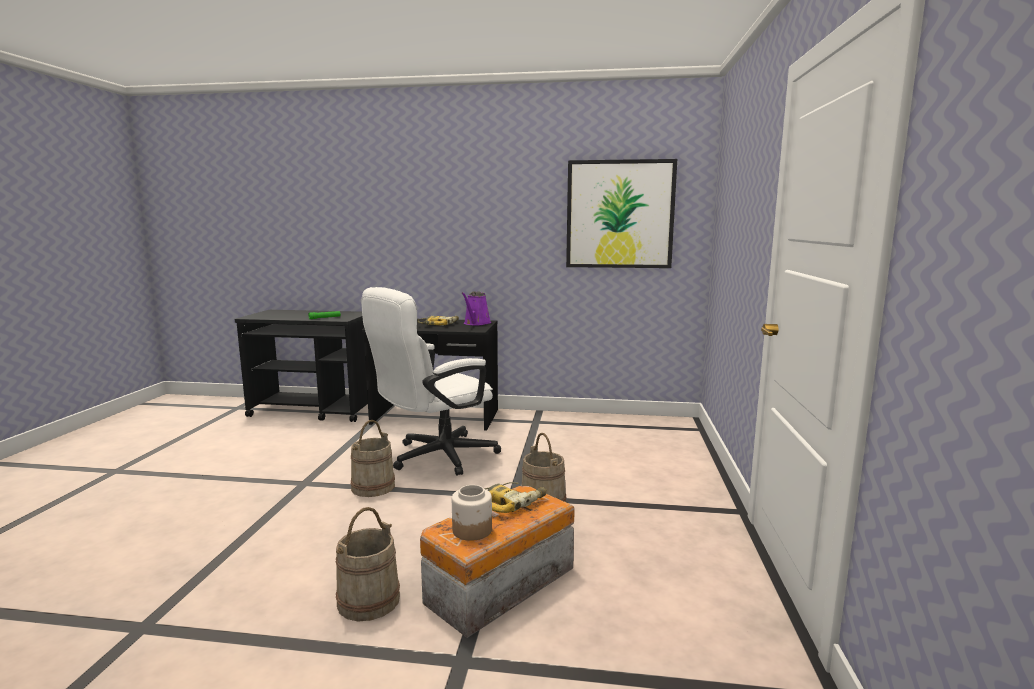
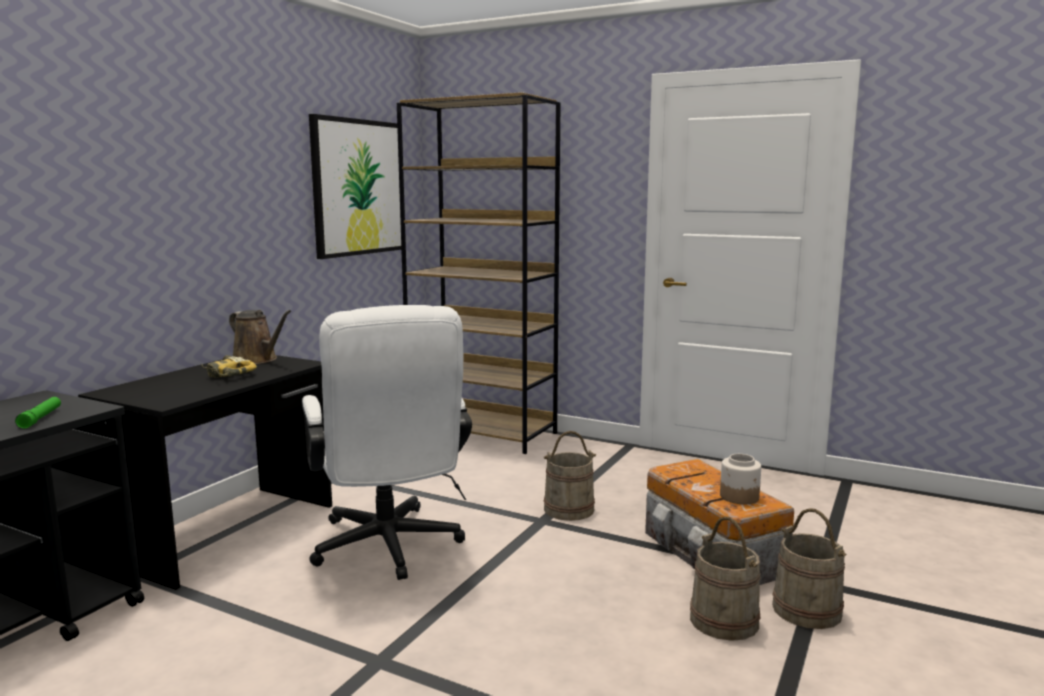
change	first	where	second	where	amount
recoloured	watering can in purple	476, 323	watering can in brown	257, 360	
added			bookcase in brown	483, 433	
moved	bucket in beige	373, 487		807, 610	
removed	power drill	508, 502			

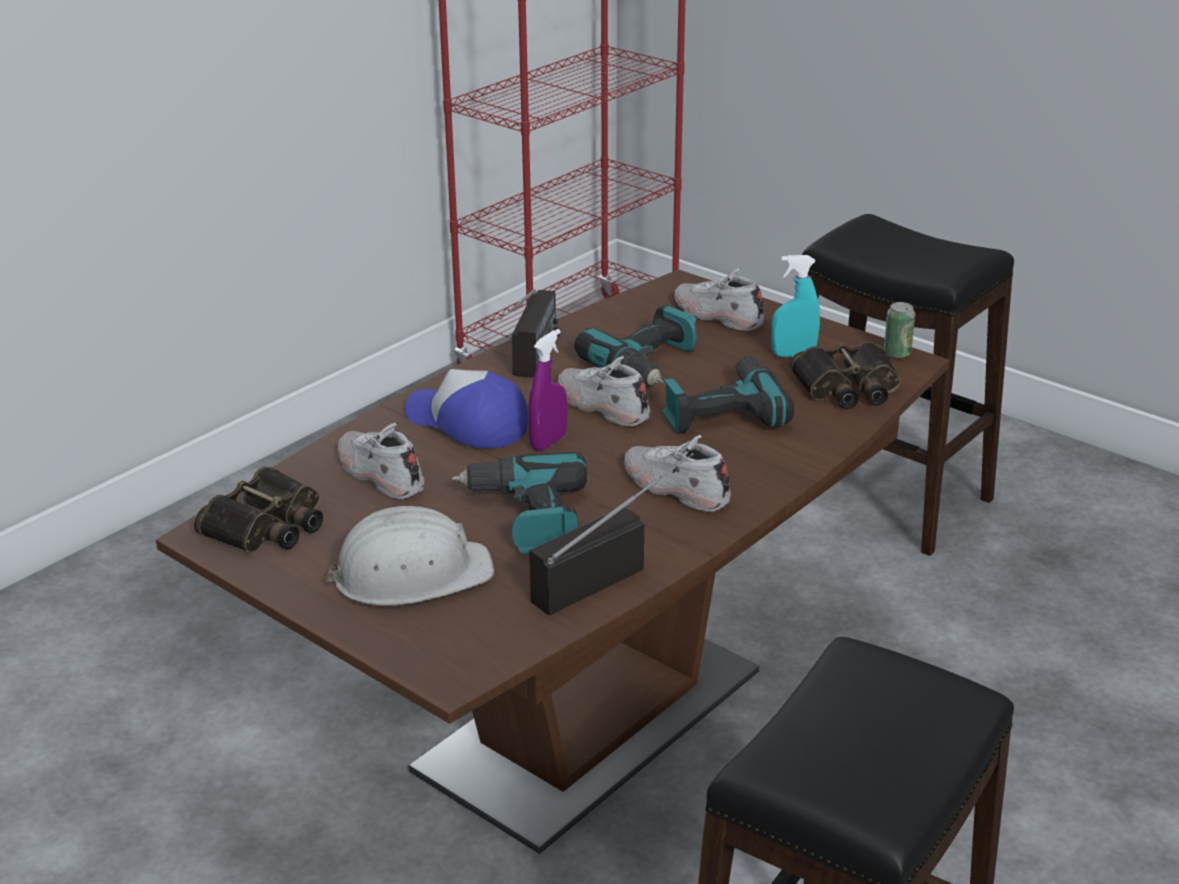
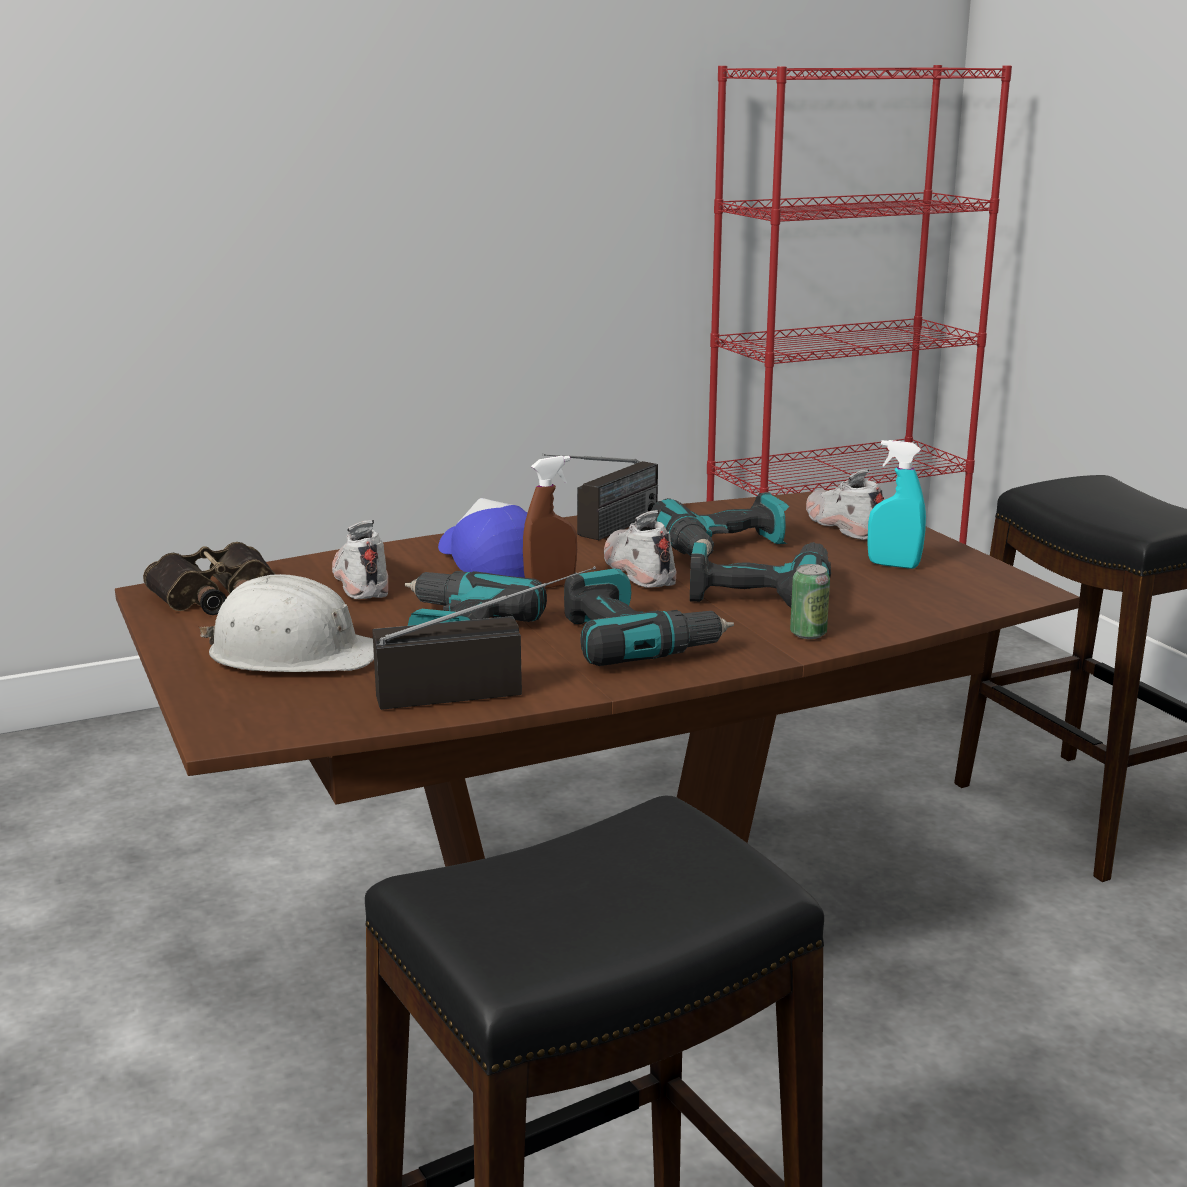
change	first	where	second	where	amount
recoloured	spray bottle in purple	548, 442	spray bottle in brown	550, 586	
replaced	shoe in white	674, 488	power drill	635, 641	
moved	can	897, 353		808, 634	
removed	binoculars	847, 388			

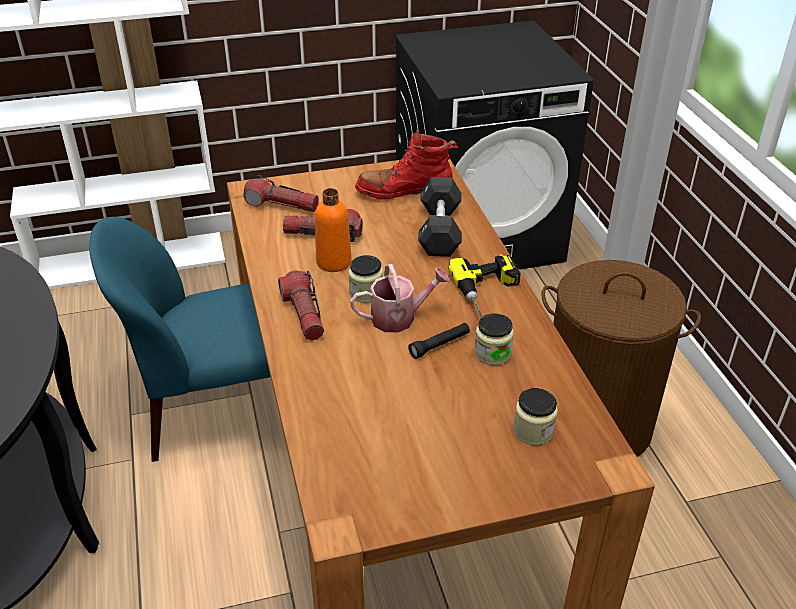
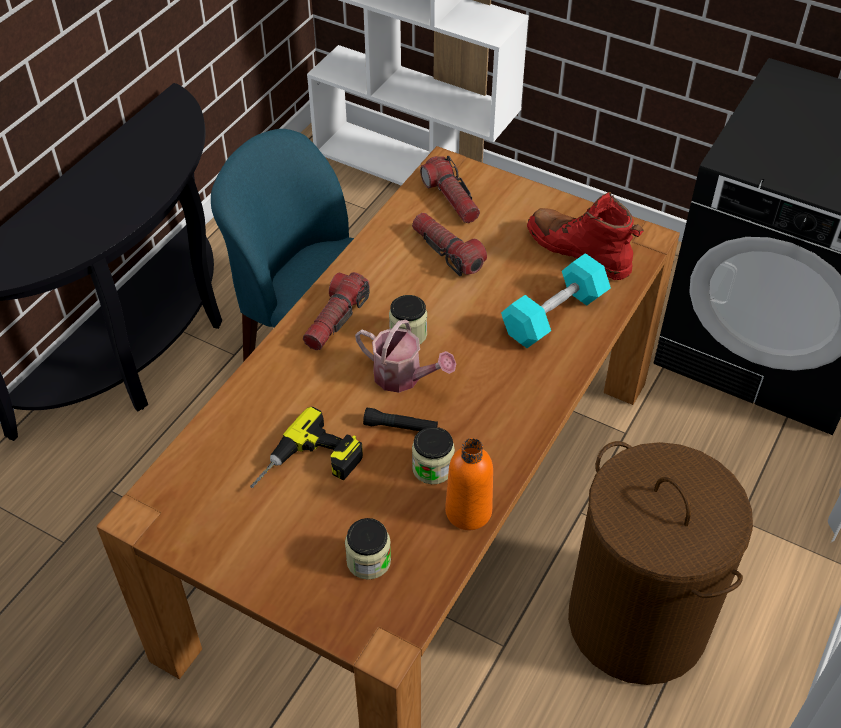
change	first	where	second	where	amount
moved	power drill	489, 291		308, 467	
moved	bottle in orange	333, 262		468, 511	
recoloured	dumbbell in black	440, 230	dumbbell in turquoise	554, 315	

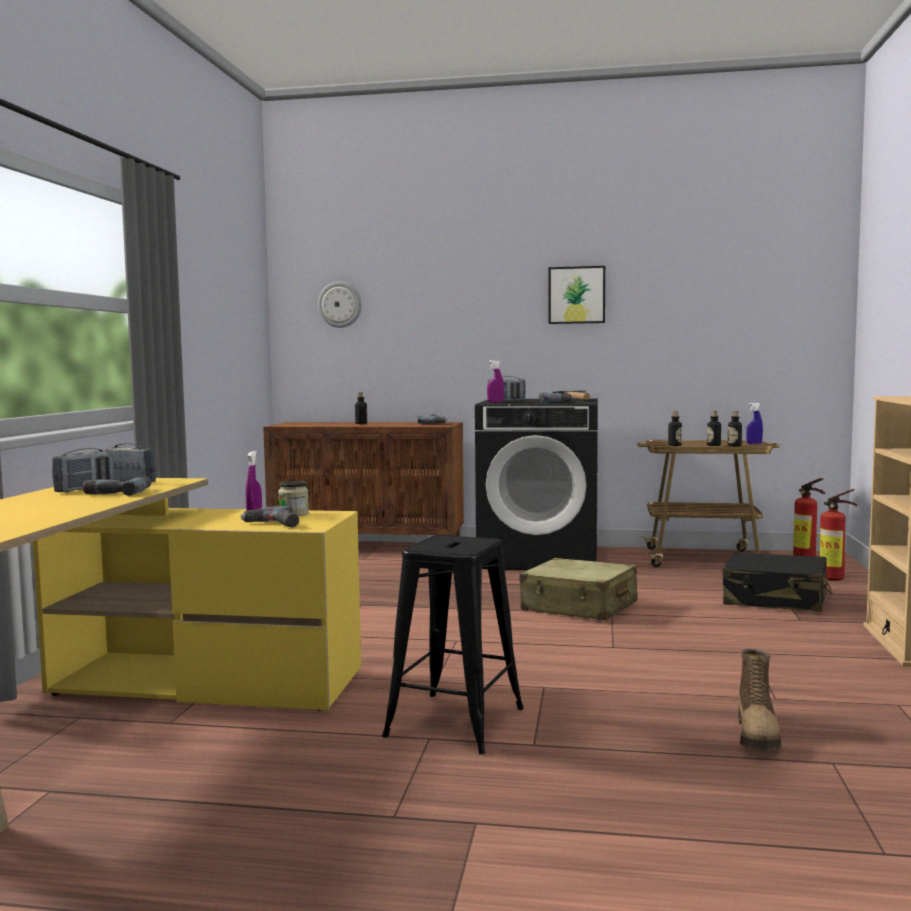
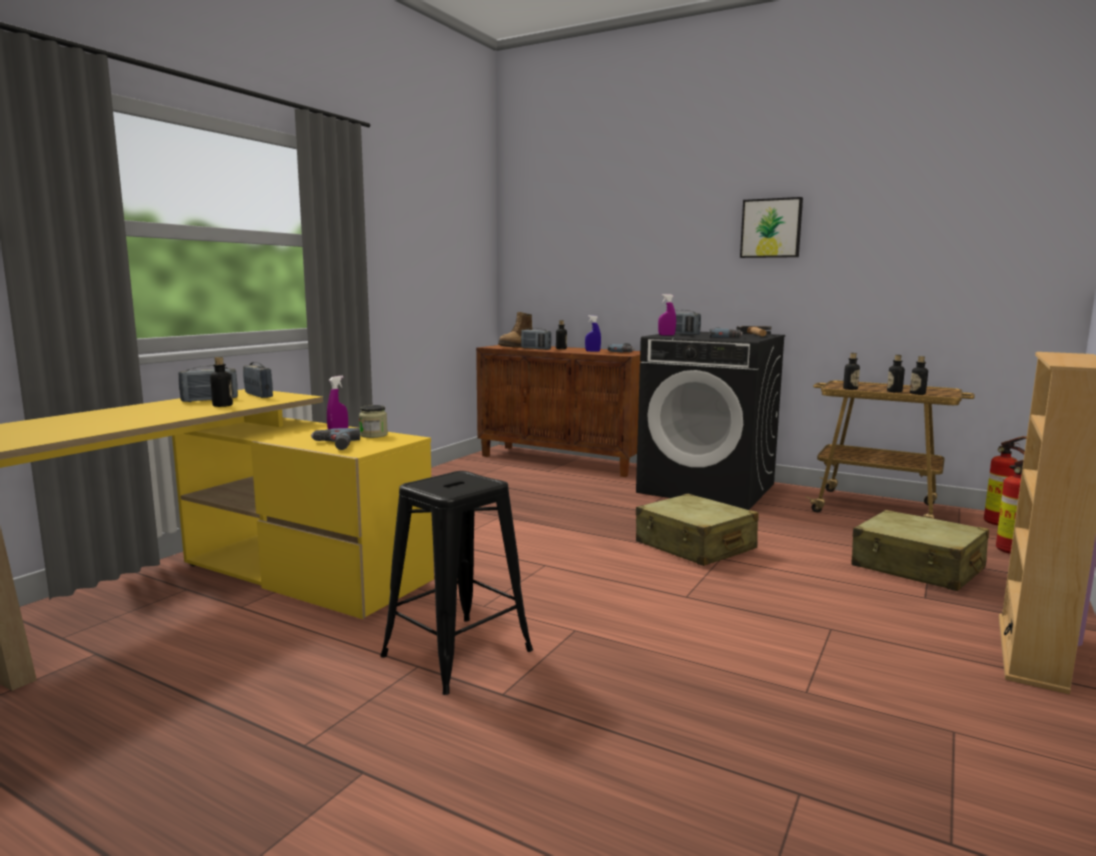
change	first	where	second	where	amount
replaced	power drill	118, 492	bottle	222, 405	
moved	boot	758, 735		517, 347	
added			radio	536, 349	
moved	spray bottle in blue	754, 443		592, 351	
recoloured	suitcase in black	775, 599	suitcase in beige	917, 568	
removed	wall clock	340, 304			

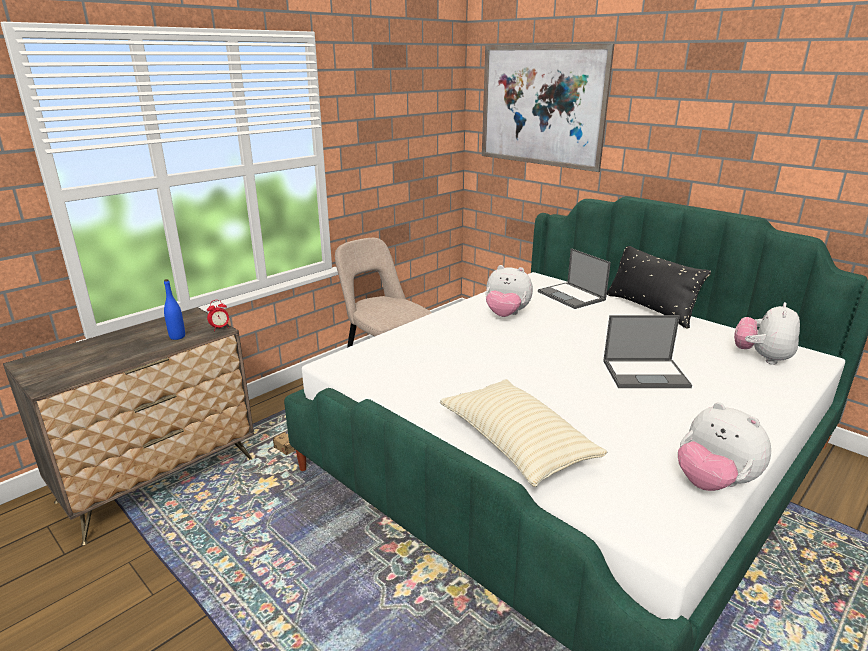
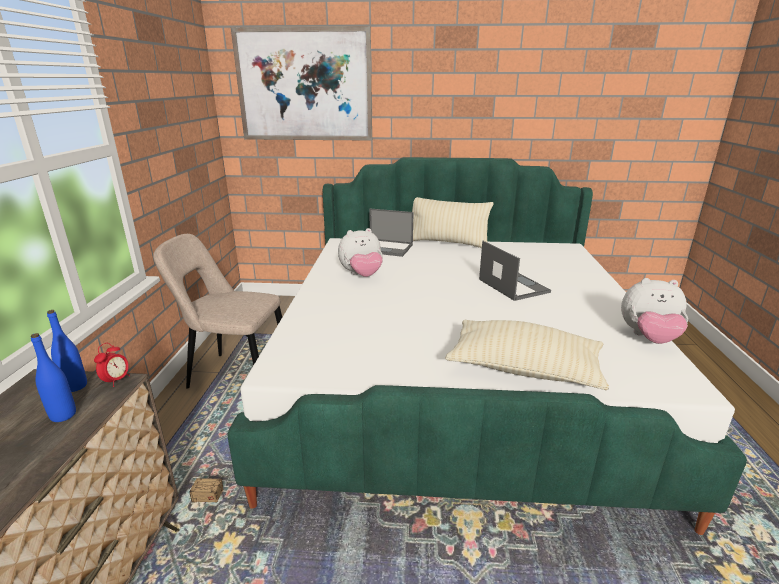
change	first	where	second	where	amount
added			bottle in blue	75, 386	
recoloured	pillow in black	649, 309	pillow in beige	447, 243	
turned	laptop	646, 373		512, 285	75 degrees counterclockwise
removed	plush toy	762, 358			

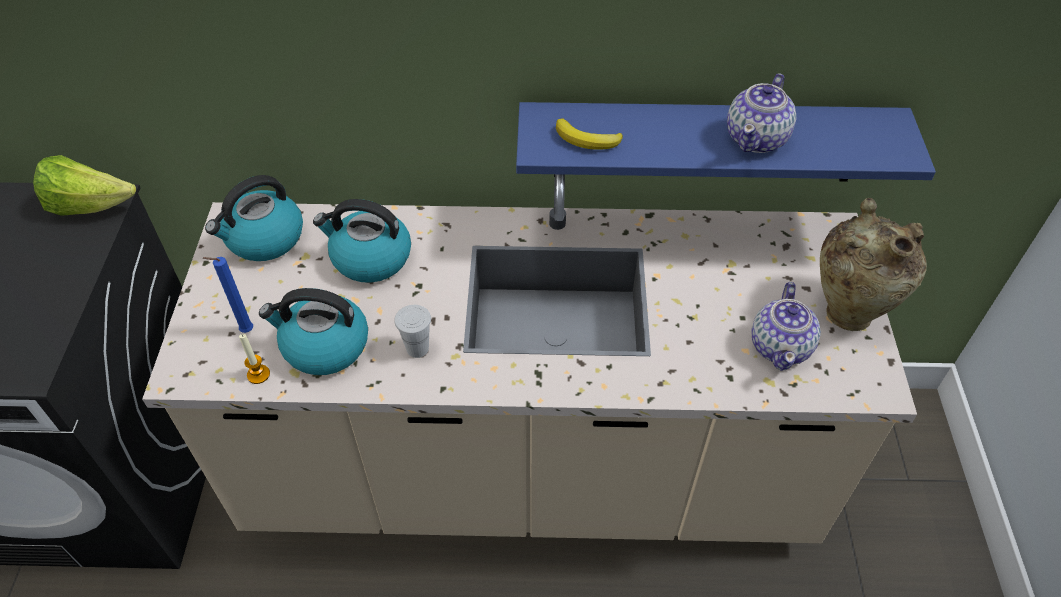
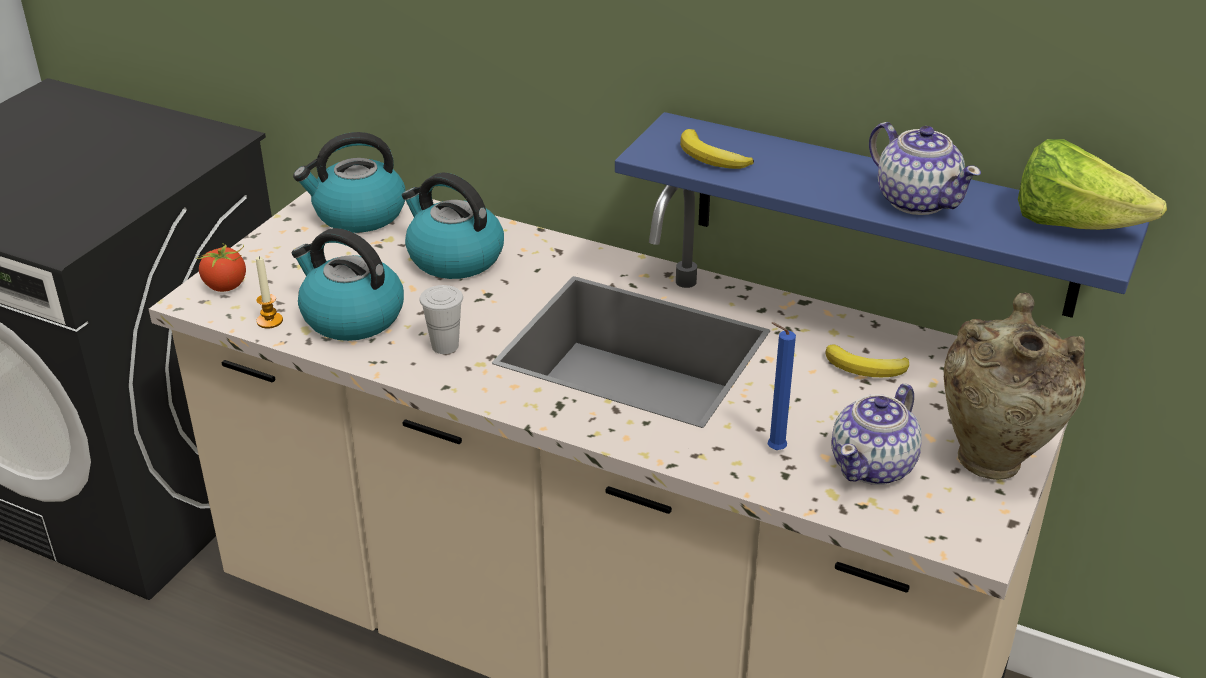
change	first	where	second	where	amount
added			tomato	226, 286	
moved	candle in blue	245, 331		773, 450	
added			banana	867, 368	
turned	teapot	757, 138		916, 200	90 degrees counterclockwise
moved	lettuce	90, 206		1072, 225	

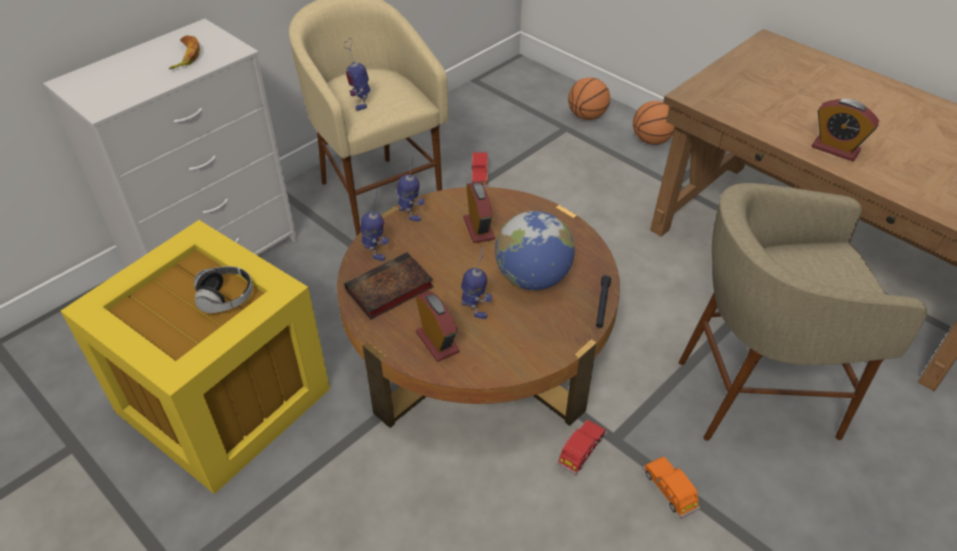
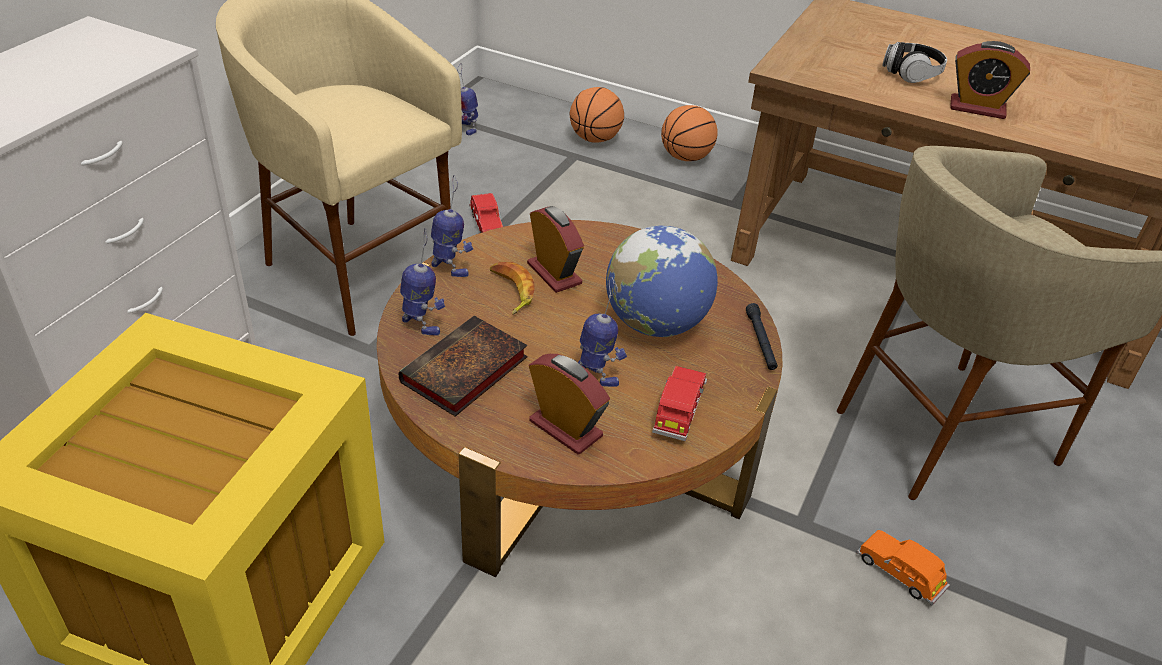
change	first	where	second	where	amount
moved	toy robot	360, 102		467, 128	
moved	banana	185, 56		510, 291	
moved	toy car in red	581, 451		678, 412	
moved	headphones	226, 298		911, 74	

